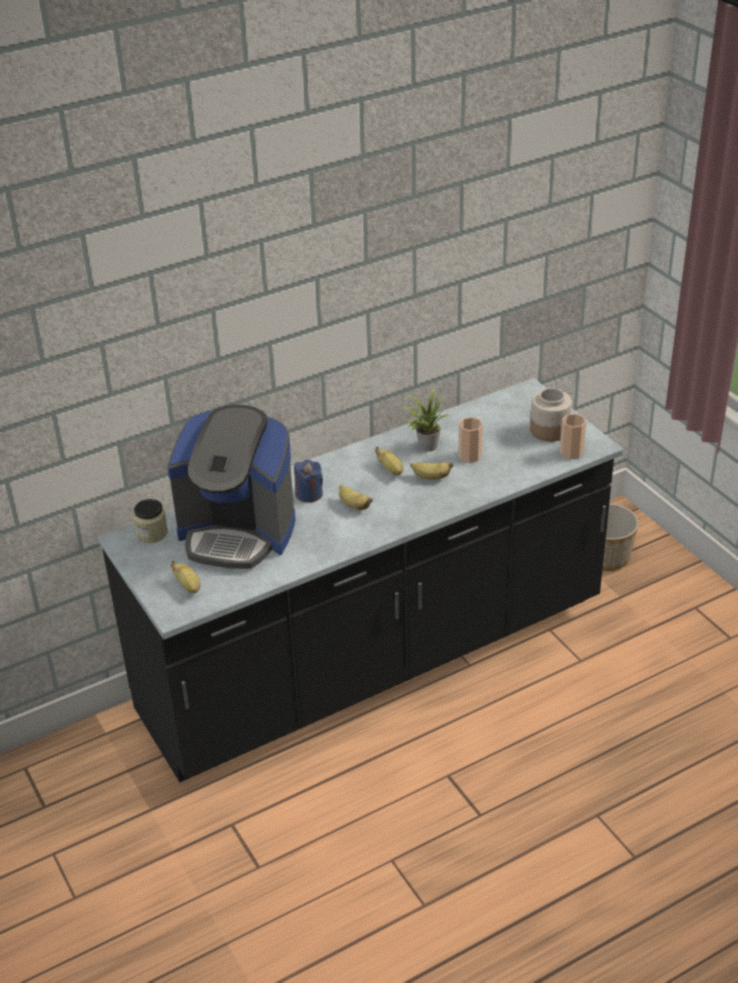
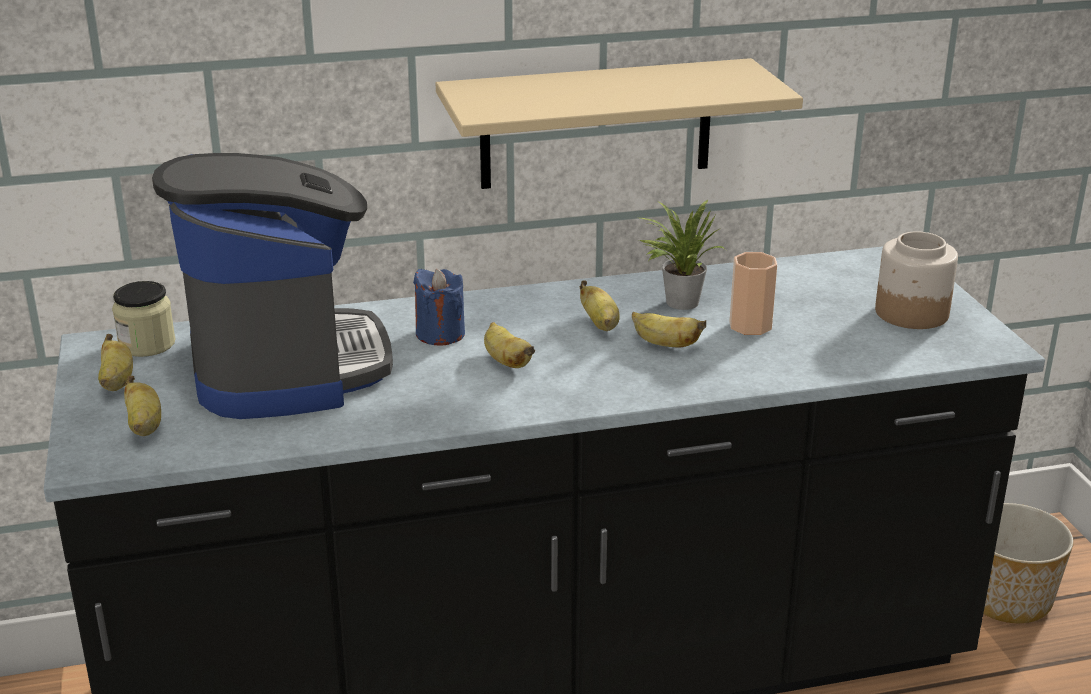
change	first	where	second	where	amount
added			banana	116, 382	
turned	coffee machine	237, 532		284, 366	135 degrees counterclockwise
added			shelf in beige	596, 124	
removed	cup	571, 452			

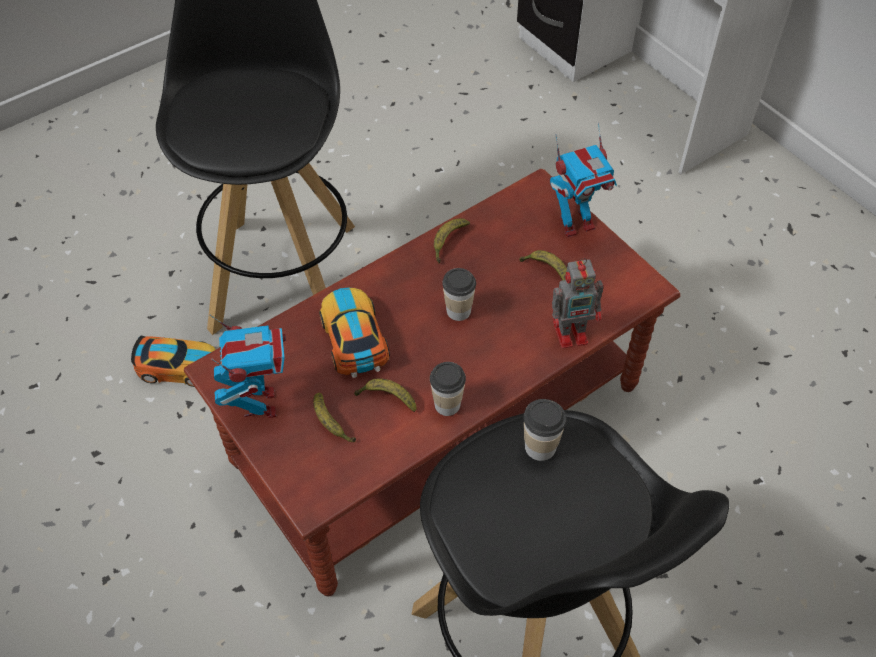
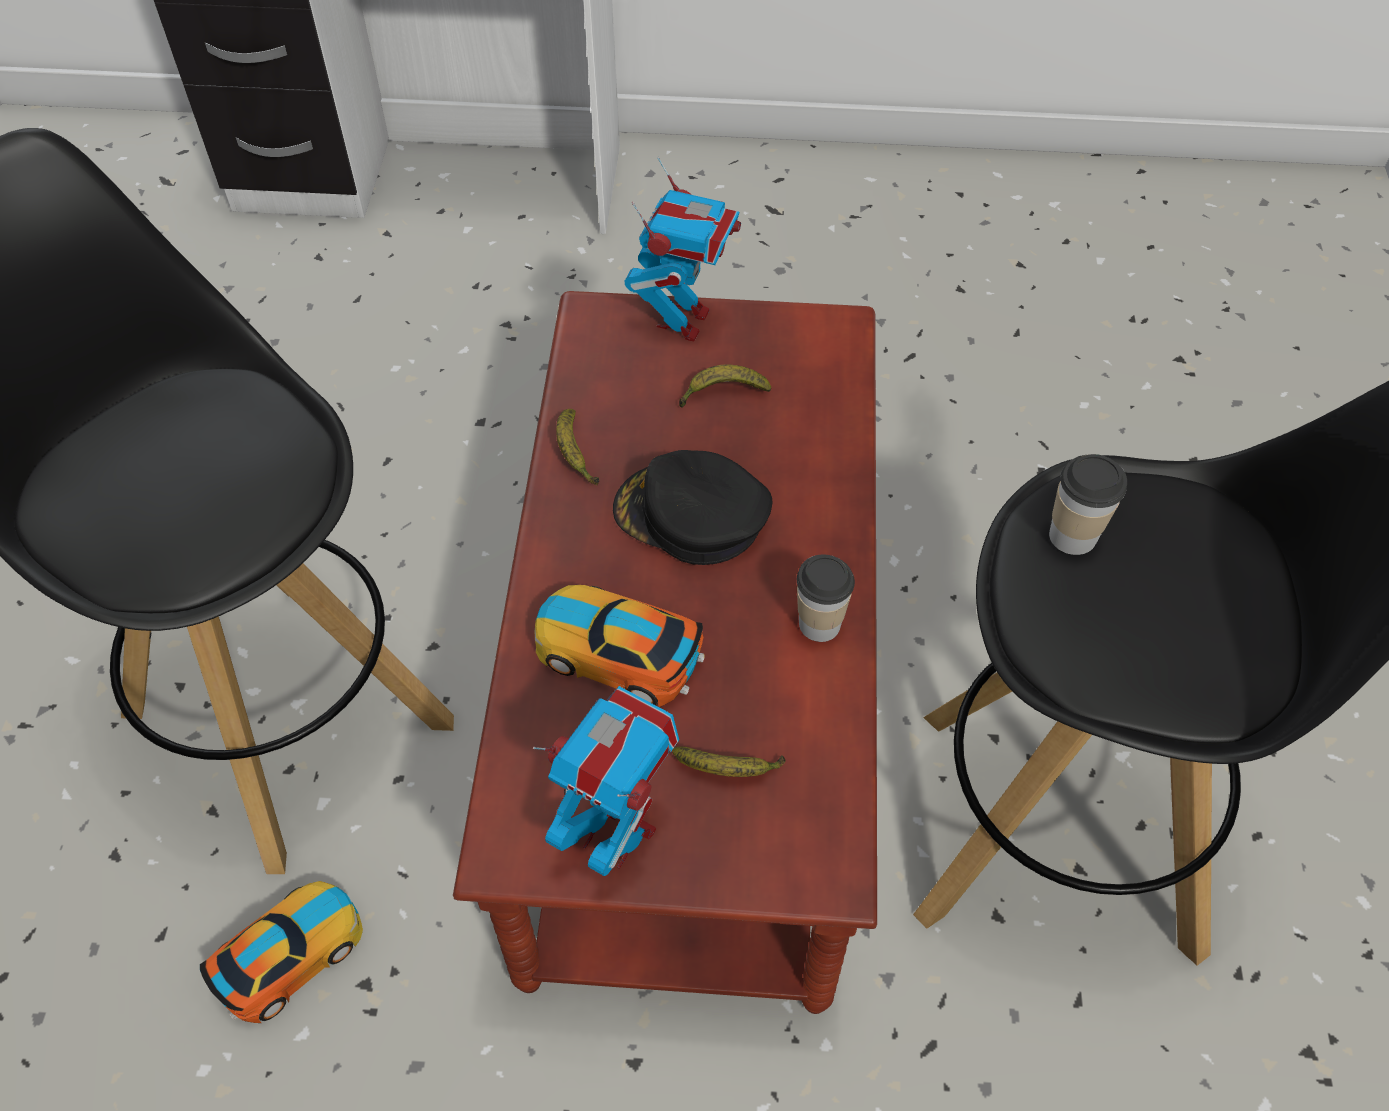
change	first	where	second	where	amount
replaced	cup	458, 310	cap in black	691, 516	
removed	banana	387, 398			
removed	toy robot	572, 333			

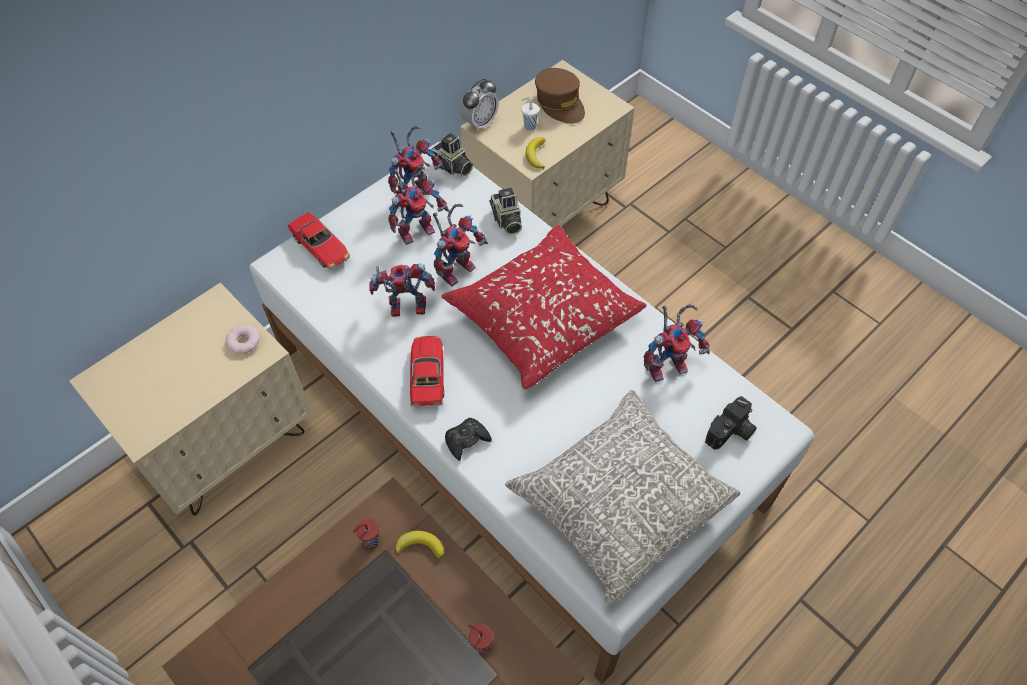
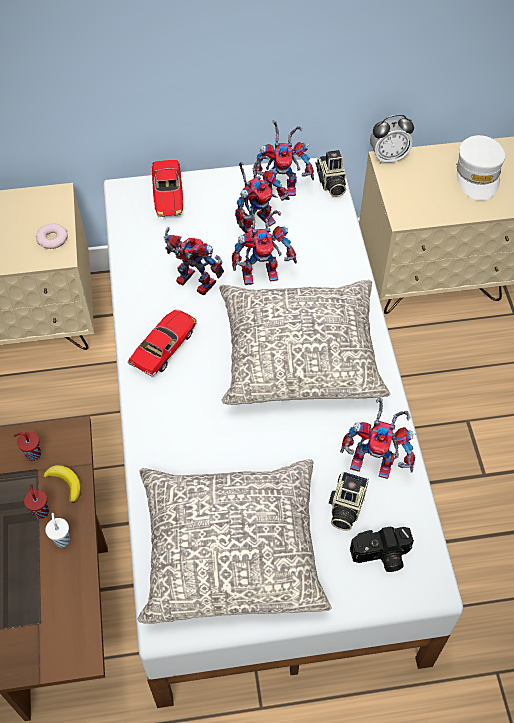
change	first	where	second	where	amount
moved	cup in red	481, 644		41, 511	
moved	cup in white	529, 126		62, 539	
recoloured	pillow in red	543, 316	pillow in grey	300, 354	
turned	toy robot	418, 228		257, 221	45 degrees counterclockwise
moved	photo camera	506, 220		345, 506	
recoloured	cap in brown	560, 103	cap in white	478, 175	
removed	game controller in black	466, 440			
removed	banana	536, 155			

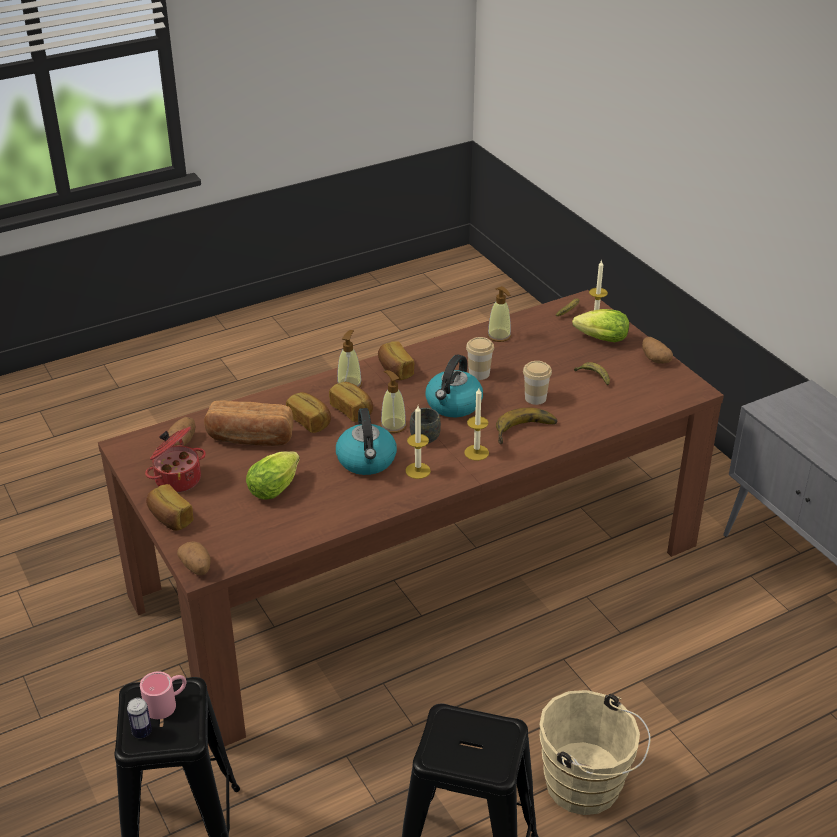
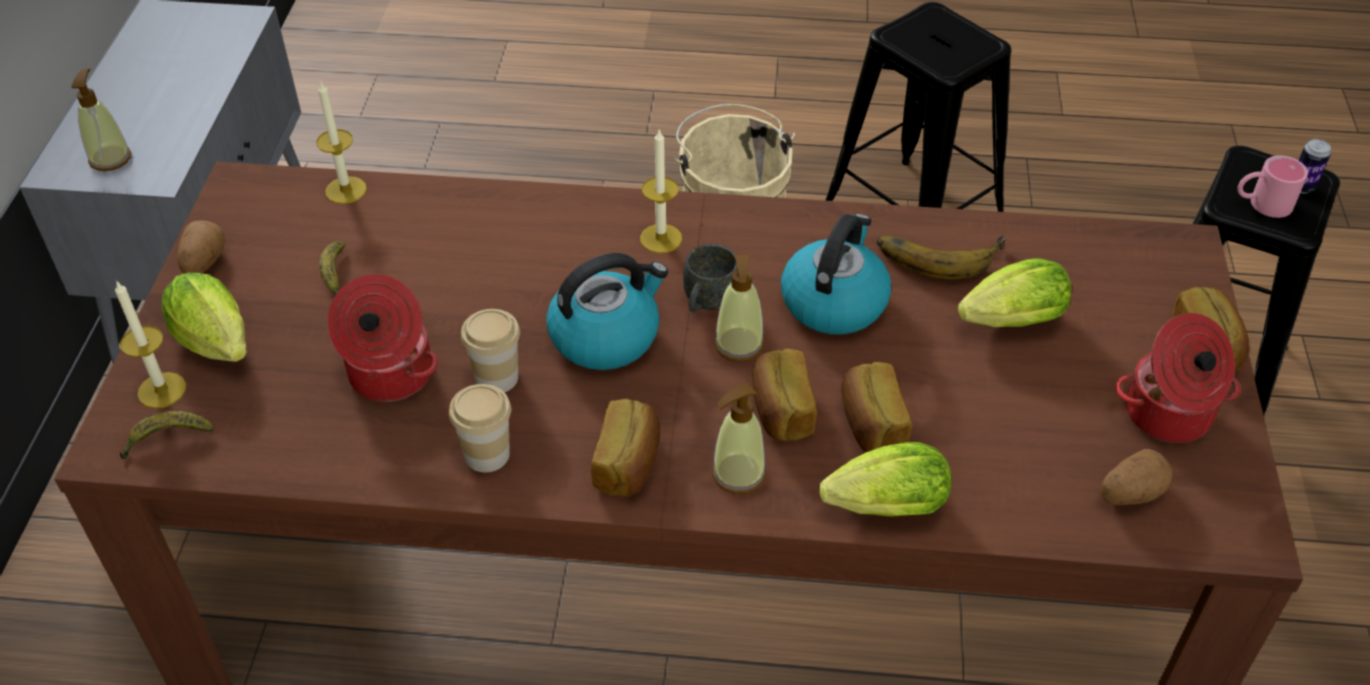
change	first	where	second	where	amount
moved	soap dispenser	499, 336		110, 158	
moved	candle	418, 470		346, 190	
added			cooking pot	389, 375	
moved	cup	535, 398		487, 454	
added			lettuce	880, 508	
moved	banana	526, 432		938, 252	
removed	potato	196, 567			
removed	bread	250, 438			

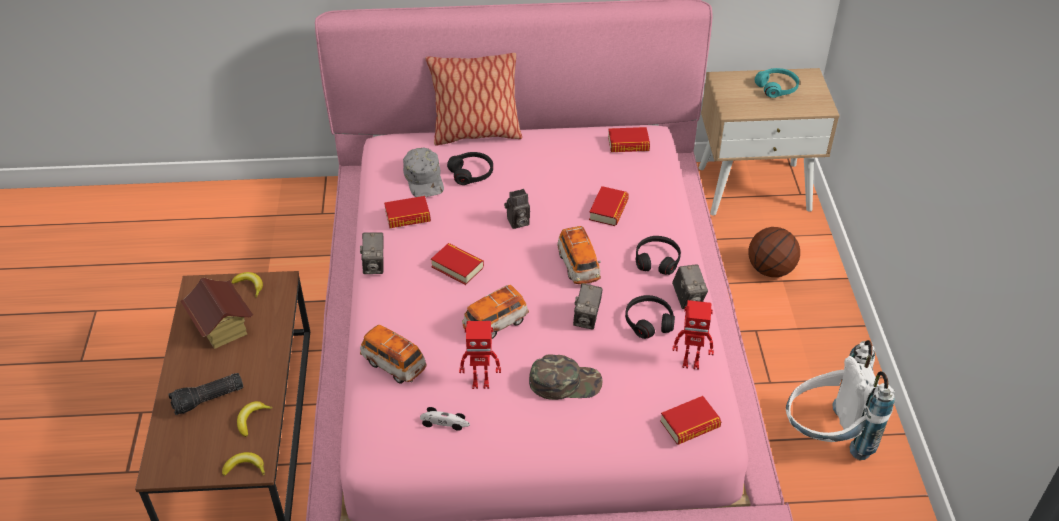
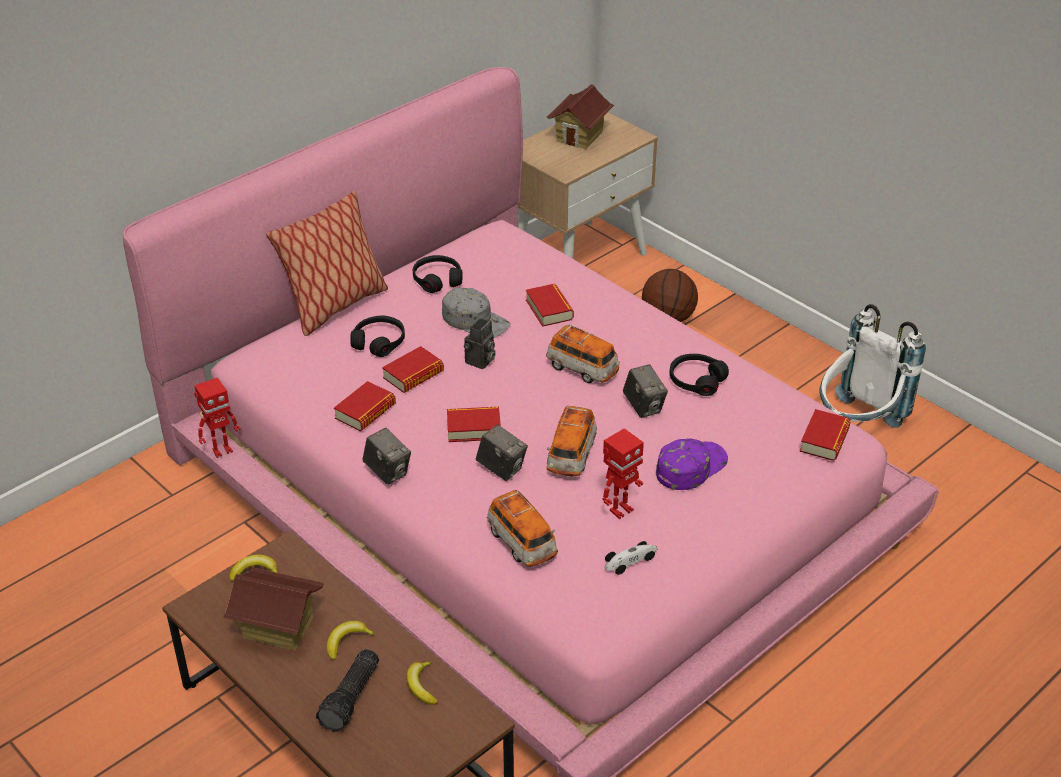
change	first	where	second	where	amount
moved	toy robot	690, 363		221, 450	
moved	banana	245, 467		347, 642	
moved	book	628, 144		413, 375	
moved	headphones in black	657, 260		437, 279	
moved	cap in grey	424, 179		475, 320	
moved	photo camera	688, 299		501, 468	
turned	toy car	393, 364		522, 543	120 degrees counterclockwise
replaced	headphones in turquoise	777, 87	toy house	580, 136	
recoloured	cap in green	565, 382	cap in purple	690, 467	

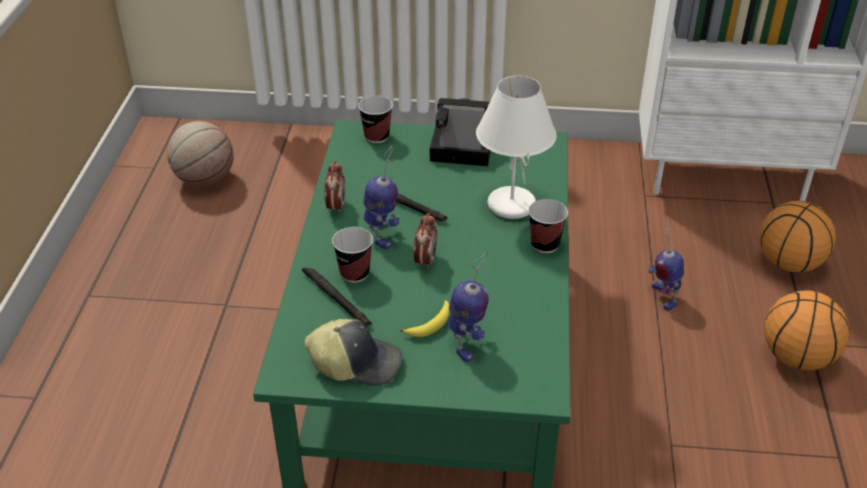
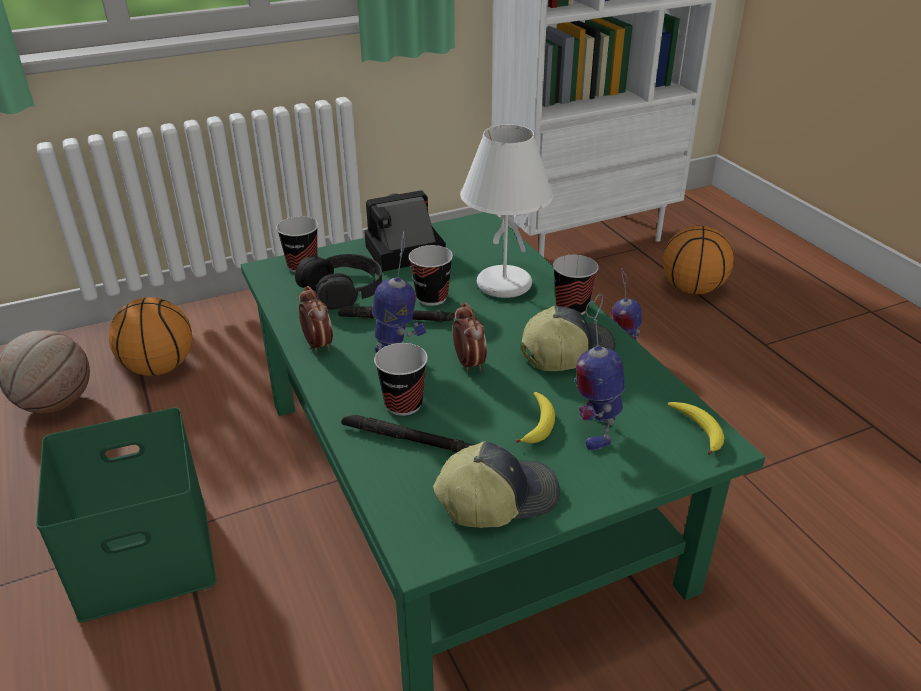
change	first	where	second	where	amount
added			storage box in green	148, 552	
moved	basketball	796, 357		159, 367	
added			headphones in black	343, 290	
added			cup	432, 297	
added			cap	565, 352	
turned	toy robot	467, 344		594, 428	150 degrees counterclockwise
added			banana	697, 430	

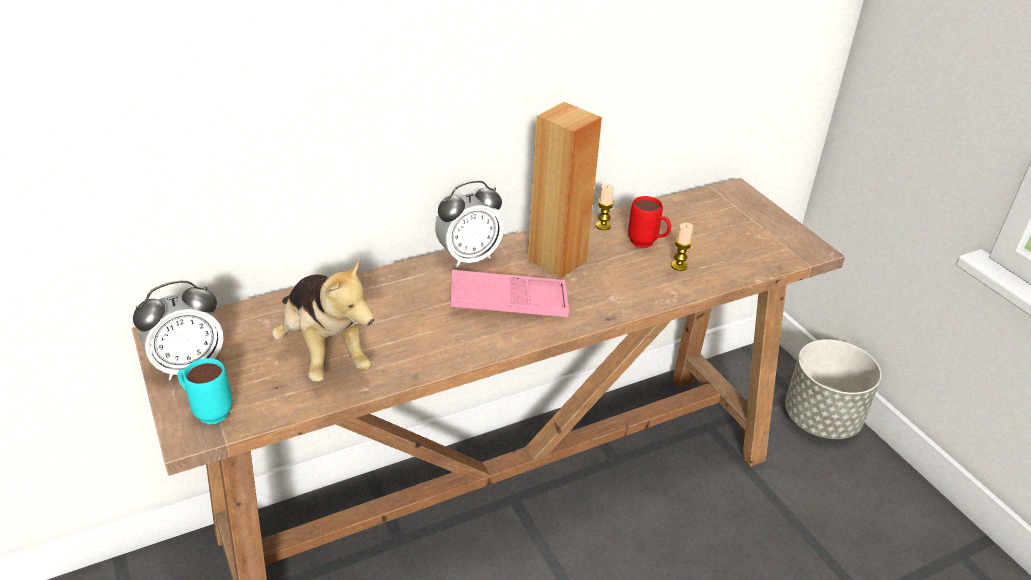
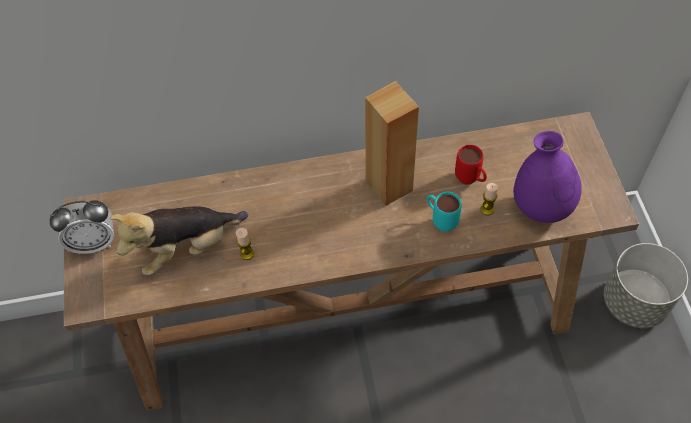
change	first	where	second	where	amount
turned	plush toy	324, 352		187, 248	75 degrees clockwise
moved	candle	603, 226		247, 254	
moved	mug in turquoise	207, 412		440, 221	
added			vase in purple	541, 208	
removed	alarm clock	469, 257			
removed	tray in pink	508, 302			

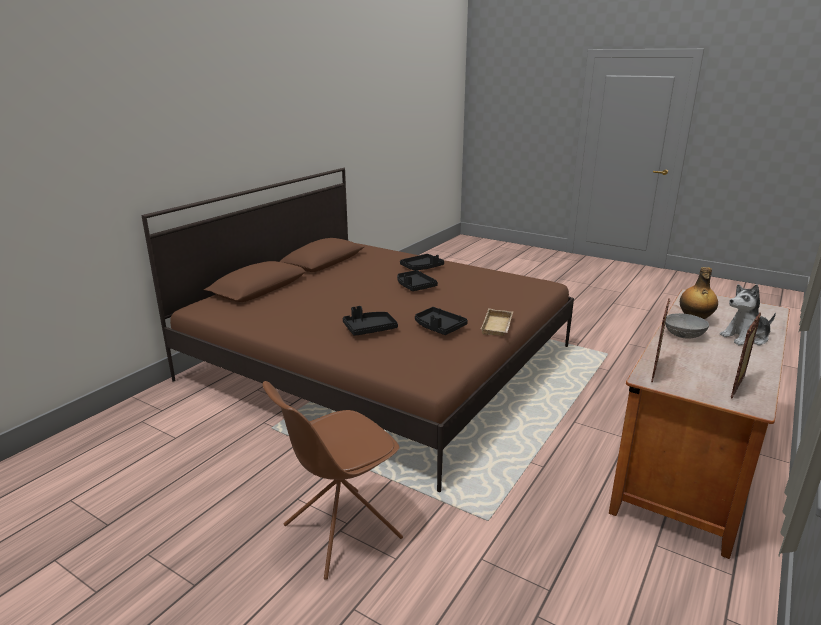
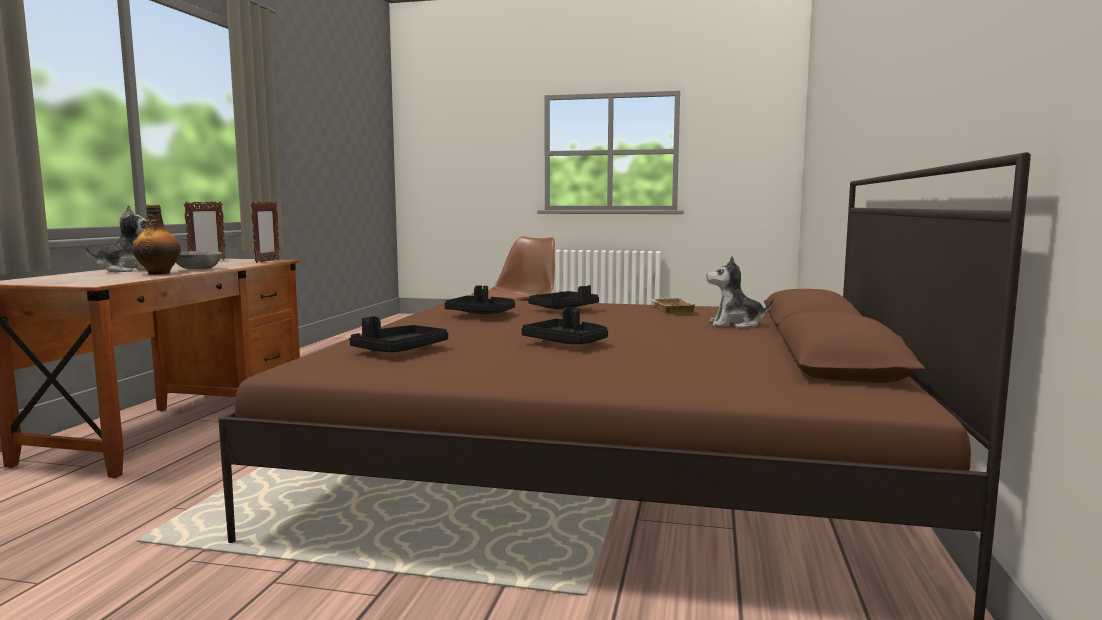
change	first	where	second	where	amount
moved	tray in black	422, 268		399, 350	
moved	tray in beige	498, 326		670, 309	
added			plush toy	736, 324	

